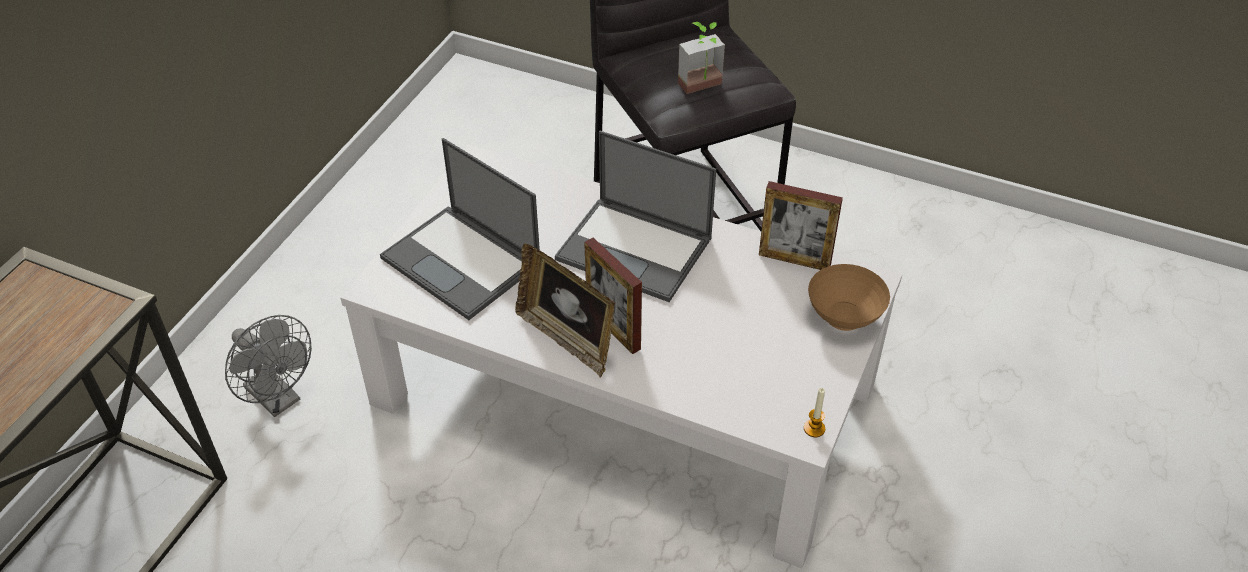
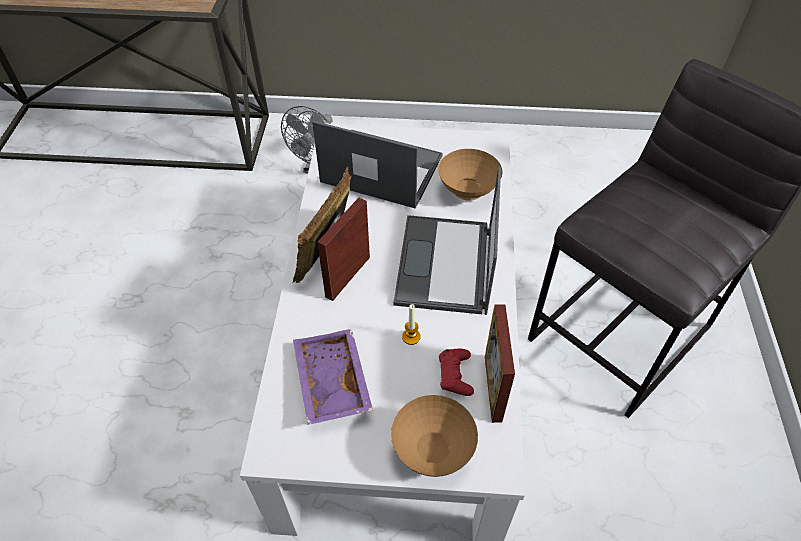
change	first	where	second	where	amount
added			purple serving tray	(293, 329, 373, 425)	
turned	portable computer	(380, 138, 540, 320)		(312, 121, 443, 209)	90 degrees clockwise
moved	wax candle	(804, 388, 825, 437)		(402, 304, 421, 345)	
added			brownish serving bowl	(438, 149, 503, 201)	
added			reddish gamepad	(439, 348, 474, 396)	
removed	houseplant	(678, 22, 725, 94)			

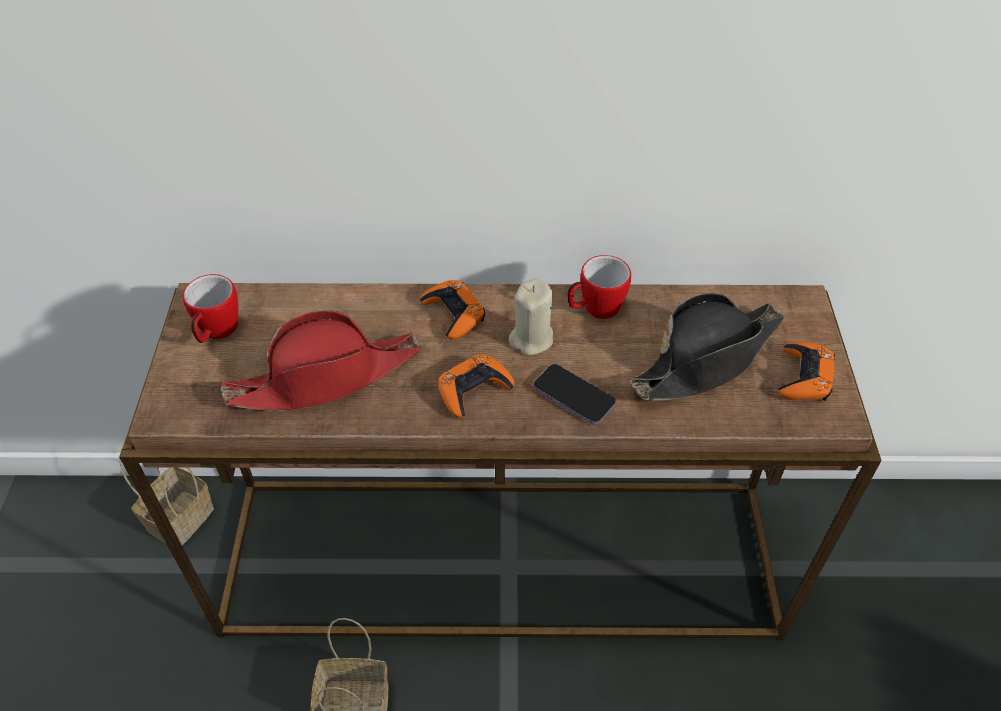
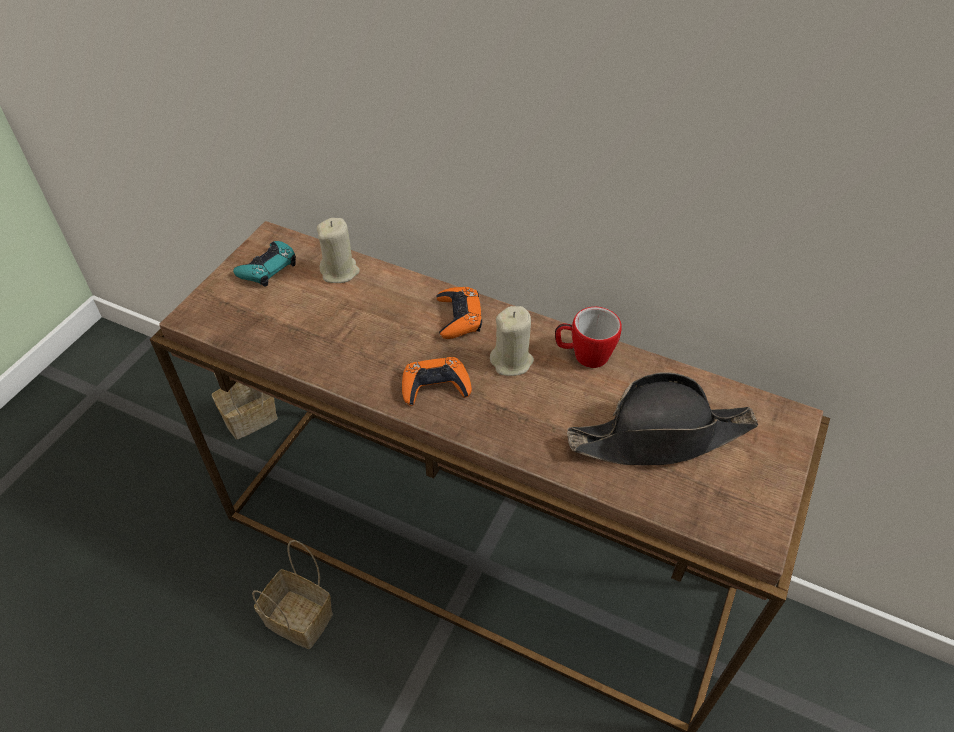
change	first	where	second	where	amount
replaced	tea mug	(183, 274, 238, 343)	turquoise-coloured gamepad	(233, 241, 296, 287)	
added			beige-coloured wax candle	(317, 218, 360, 283)	
removed	reddish wearable hat	(220, 310, 421, 411)			
removed	phone	(533, 364, 616, 425)			
removed	orange-coloured gamepad	(779, 342, 835, 401)			

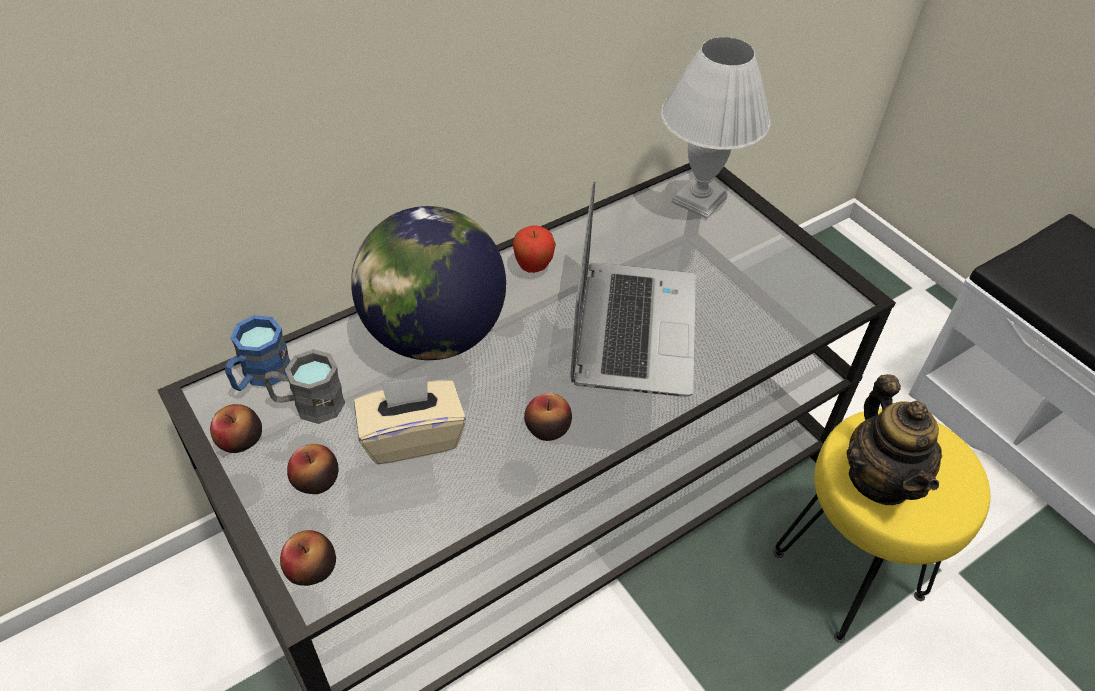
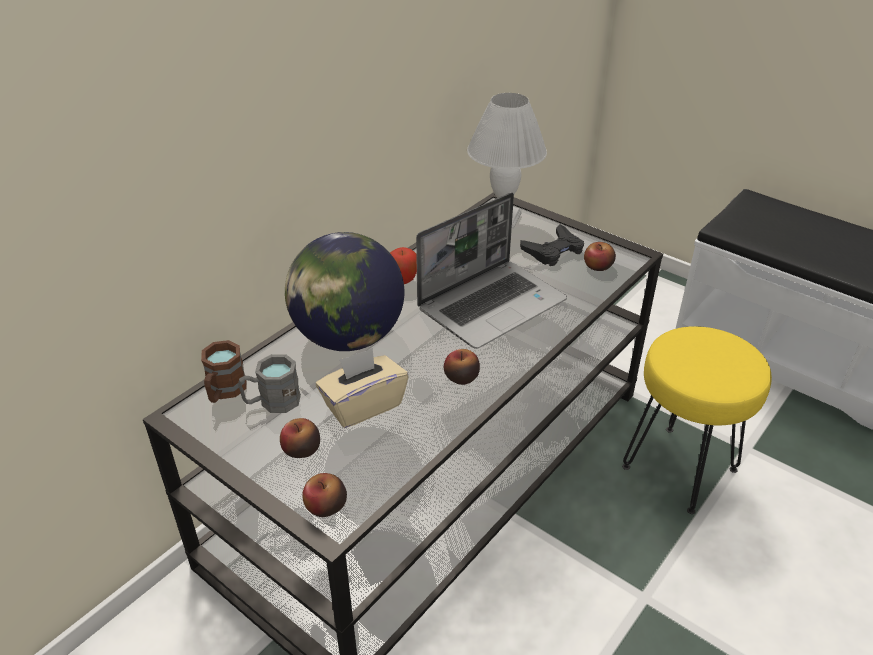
change	first	where	second	where	amount
recoloured	blue tea mug	(225, 315, 290, 391)	brownish tea mug	(201, 340, 247, 403)	
turned	portable computer	(570, 182, 696, 397)		(416, 192, 567, 349)	60 degrees clockwise
added			black-coloured gamepad	(520, 224, 584, 266)	
moved	whole apple	(210, 404, 262, 453)		(584, 242, 616, 271)	
removed	teapot	(847, 374, 942, 505)			

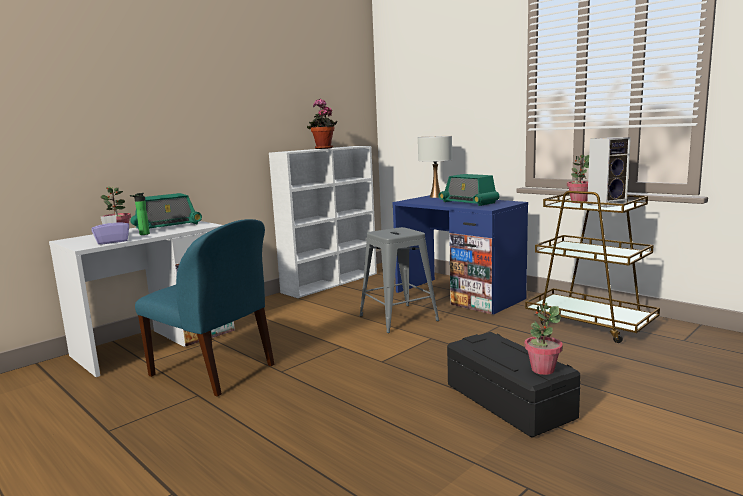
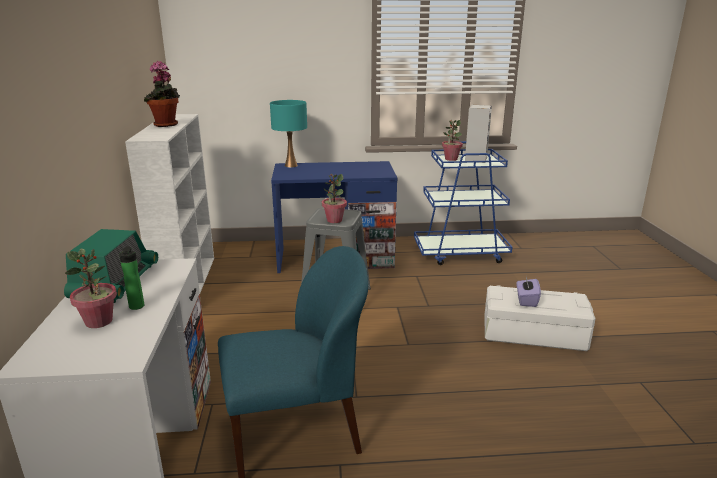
change	first	where	second	where	amount
recoloured	white lamp for a table	(418, 136, 452, 198)	turquoise-coloured lamp for a table	(270, 100, 307, 167)	
moved	houseplant	(525, 303, 563, 375)		(322, 174, 347, 223)	
recoloured	brownish wheeled cart	(525, 191, 660, 343)	blue wheeled cart	(414, 141, 512, 265)	
recoloured	black-coloured storage box	(447, 332, 580, 438)	white storage box	(484, 285, 596, 351)	
moved	purple tissue holder	(91, 215, 129, 245)		(516, 277, 541, 307)	
removed	radio	(438, 174, 499, 206)			

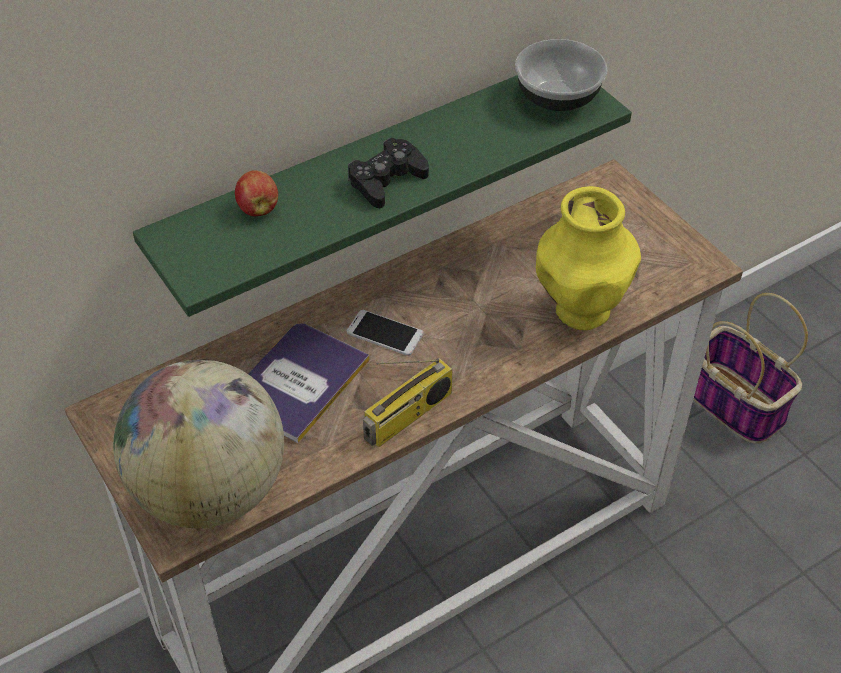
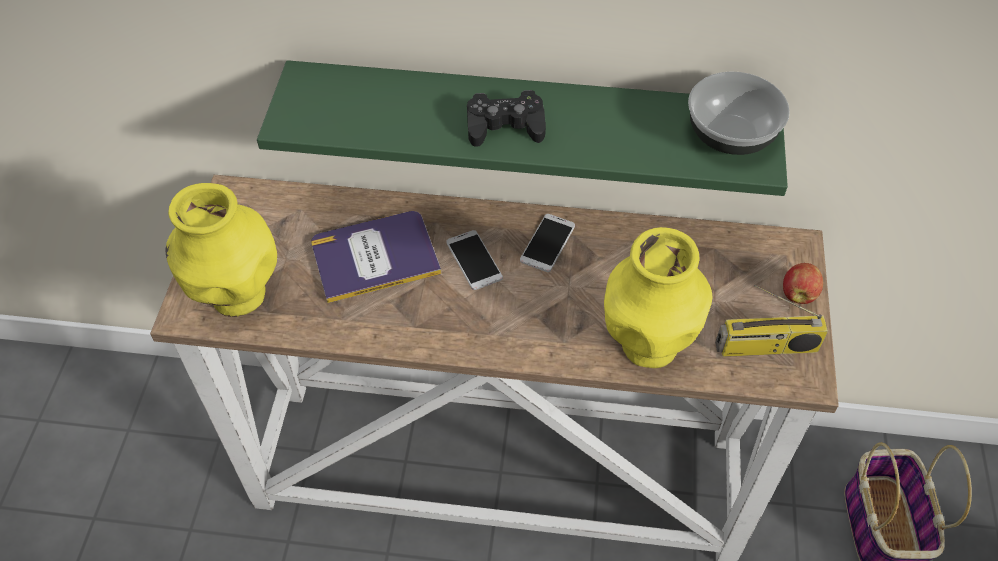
change	first	where	second	where	amount
replaced	globe	(113, 359, 284, 528)	yellowish decorative vase	(166, 183, 277, 317)	
added			phone	(520, 214, 575, 272)	
moved	radio	(363, 358, 452, 447)		(715, 285, 828, 357)	
moved	whole apple	(235, 170, 278, 216)		(783, 263, 823, 304)	

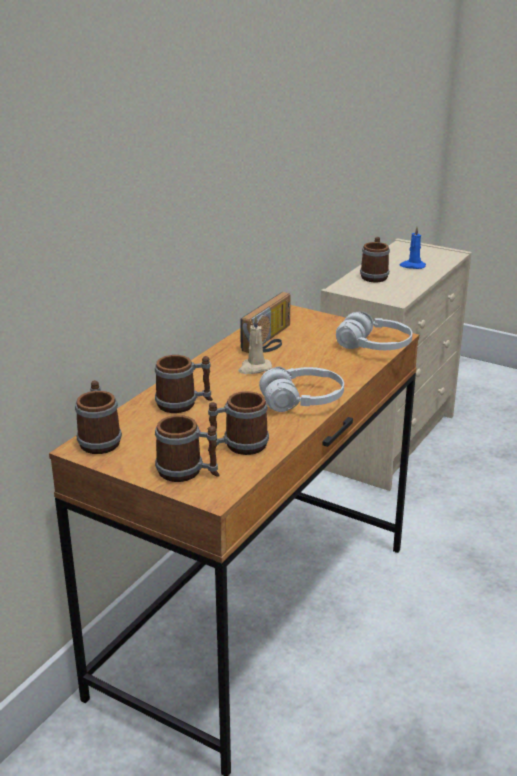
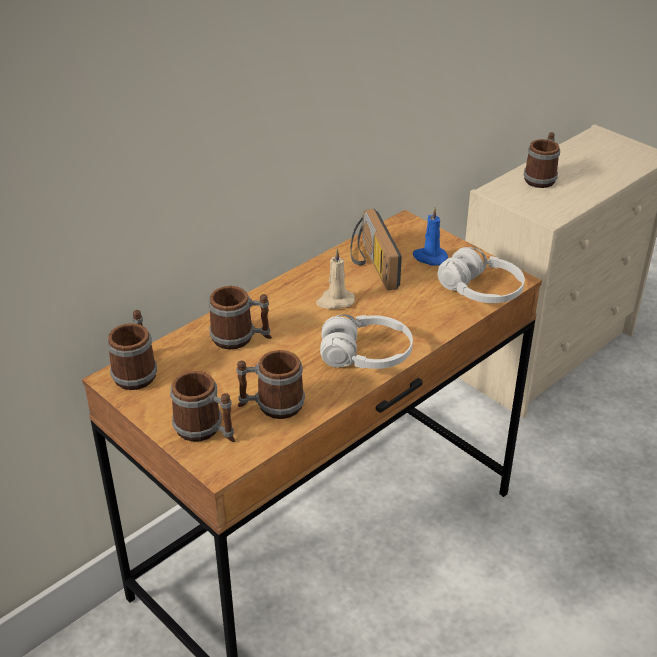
change	first	where	second	where	amount
turned	radio	(240, 292, 291, 353)		(351, 209, 402, 290)	120 degrees clockwise
moved	blue wax candle	(400, 227, 426, 269)		(413, 207, 448, 266)	

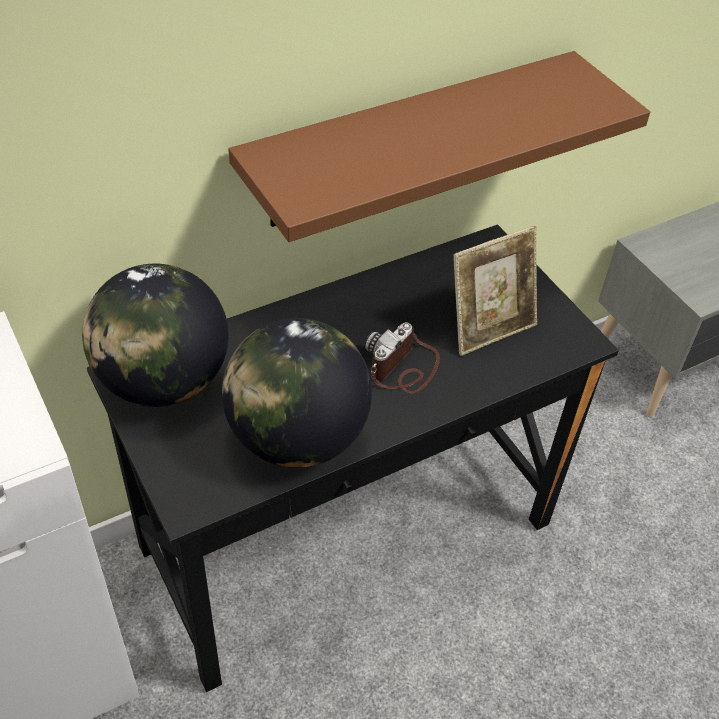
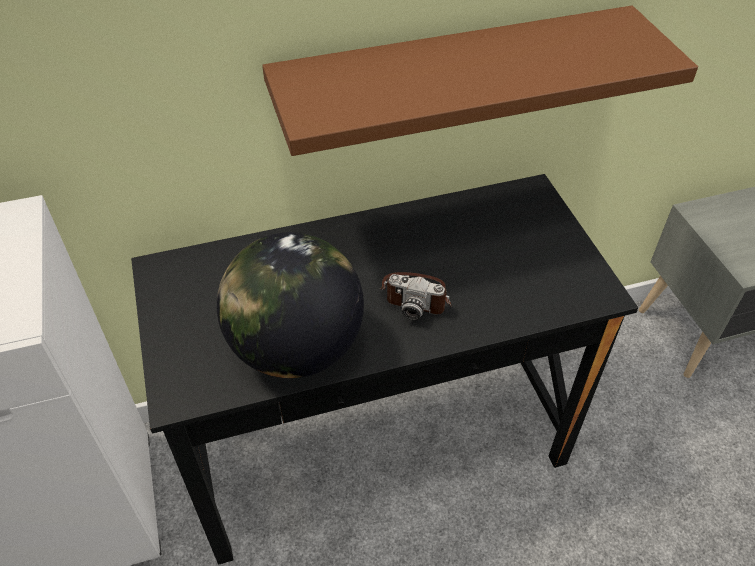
change	first	where	second	where	amount
turned	photo camera	(364, 322, 440, 393)		(380, 272, 452, 320)	120 degrees counterclockwise
removed	globe	(82, 263, 229, 407)			
removed	picture frame	(453, 226, 537, 356)			

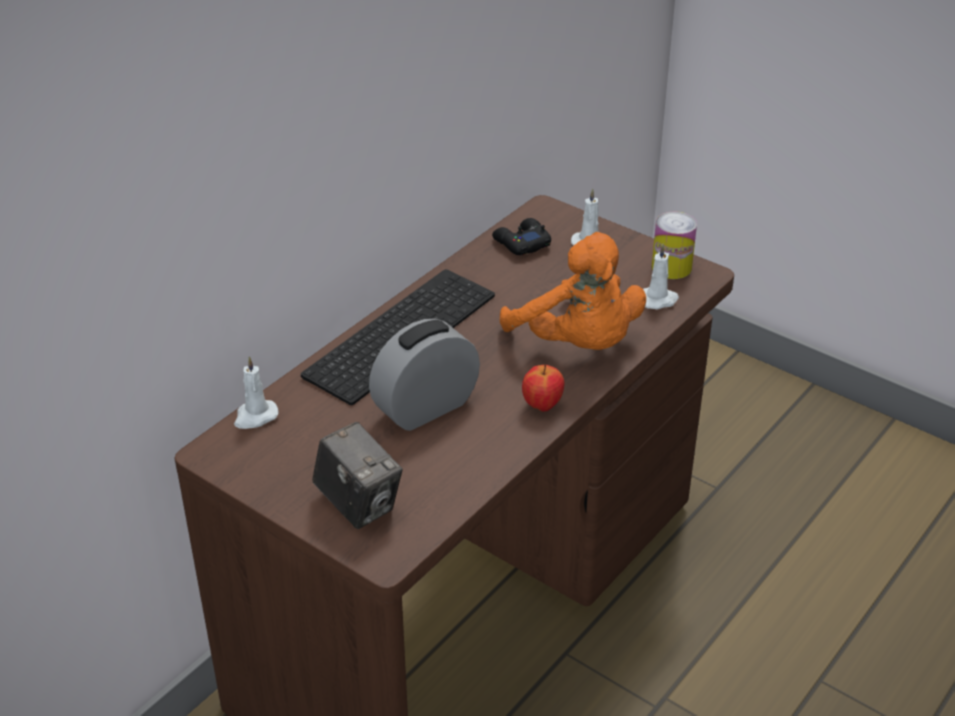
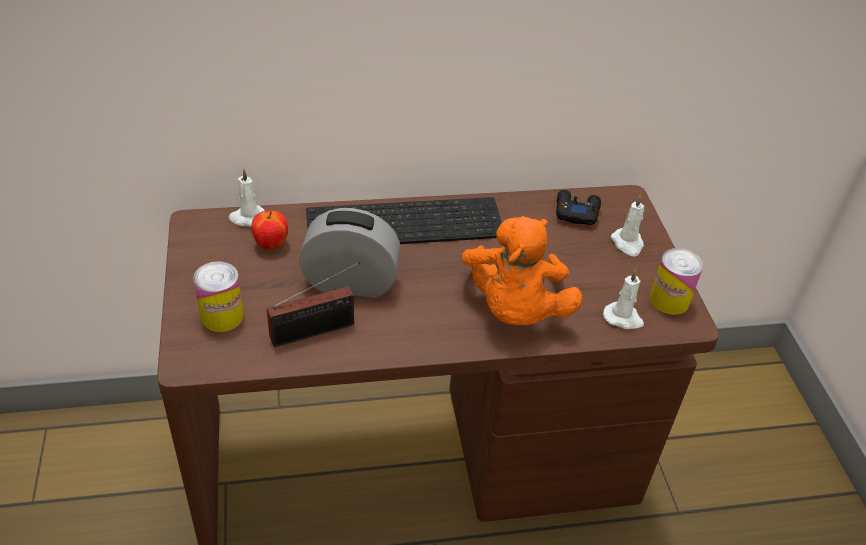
change	first	where	second	where	amount
replaced	photo camera	(312, 422, 403, 529)	can	(193, 261, 244, 332)	
moved	whole apple	(522, 365, 564, 412)		(251, 210, 288, 249)	
added			radio	(267, 262, 360, 347)	

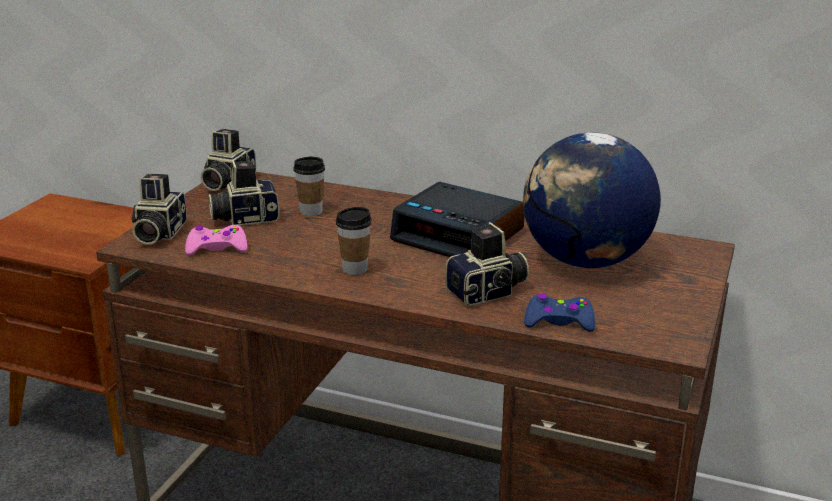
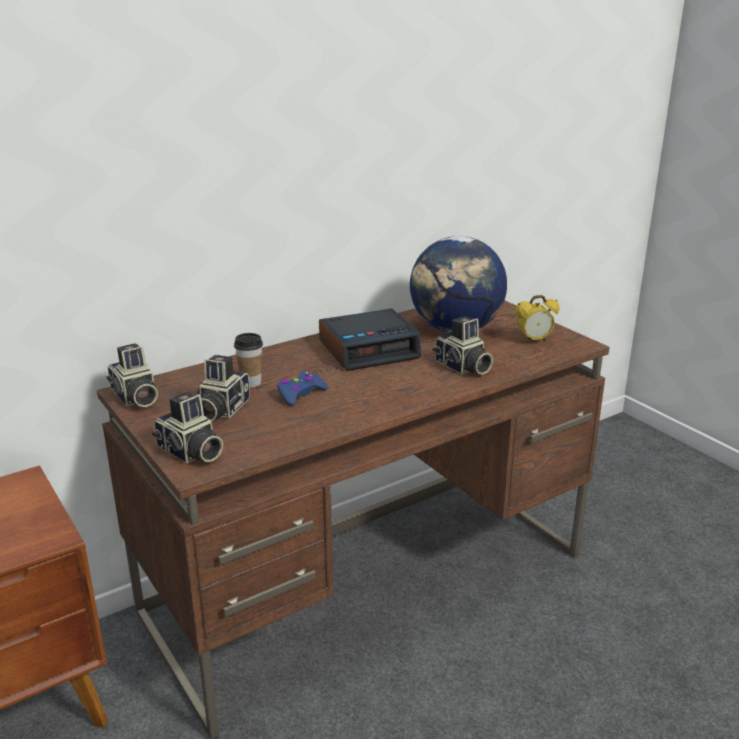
change	first	where	second	where	amount
moved	blue gamepad	(524, 293, 595, 332)		(277, 371, 328, 406)	
turned	photo camera	(445, 222, 529, 306)		(433, 316, 493, 375)	135 degrees clockwise
added			alarm clock	(515, 295, 559, 343)	
removed	pink-coloured gamepad	(185, 225, 247, 256)			
removed	drinking cup	(336, 207, 372, 275)			

